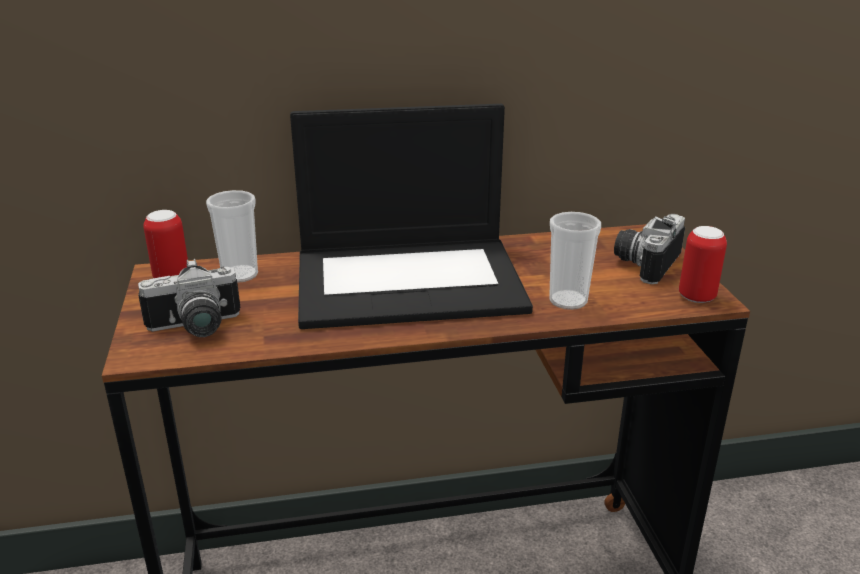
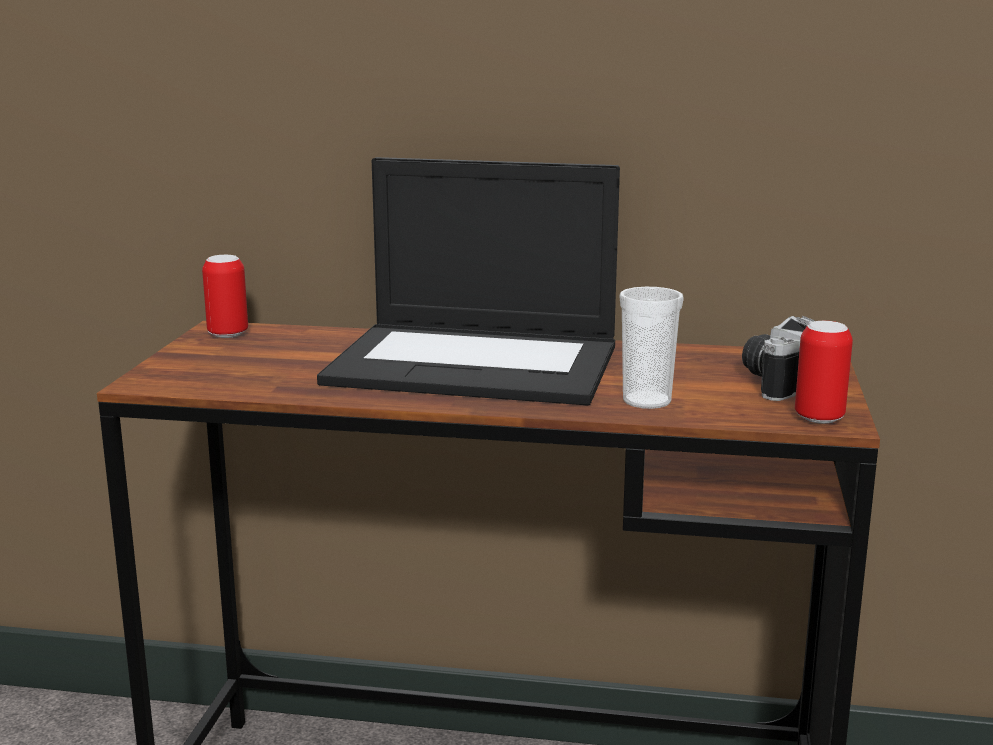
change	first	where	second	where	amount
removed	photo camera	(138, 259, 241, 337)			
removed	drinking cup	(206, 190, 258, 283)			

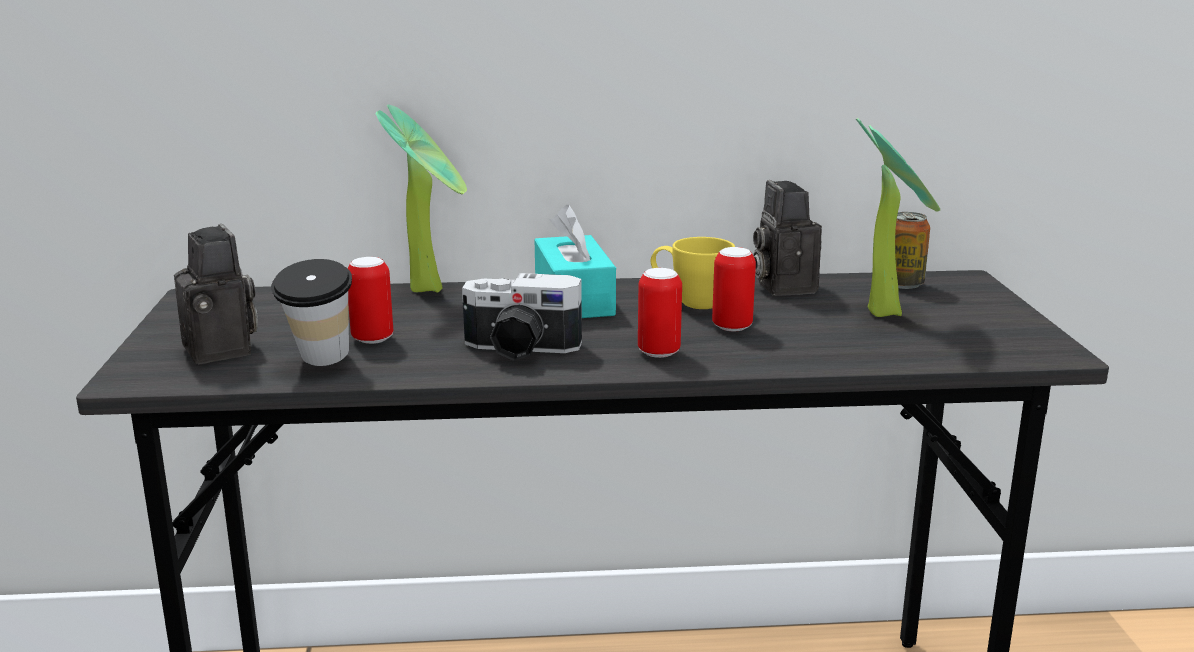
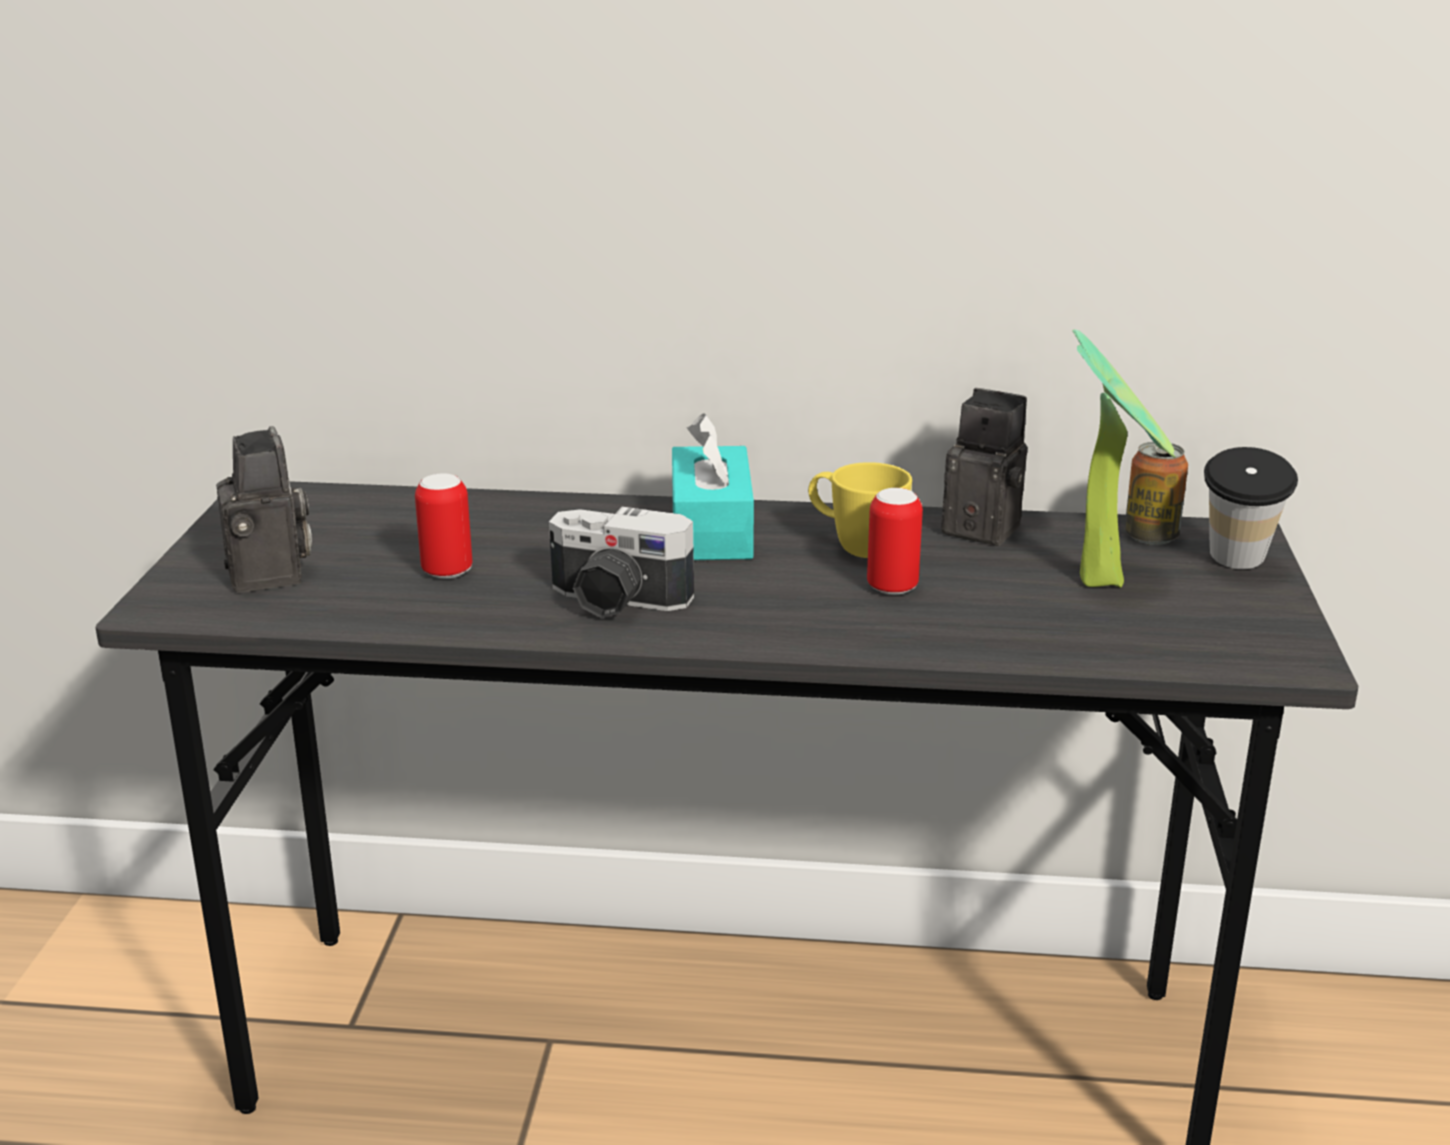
change	first	where	second	where	amount
turned	photo camera	(753, 180, 822, 296)		(941, 388, 1027, 546)	120 degrees clockwise
moved	drinking cup	(271, 259, 352, 366)		(1204, 447, 1298, 569)	
removed	houseplant	(376, 104, 467, 293)			
removed	can	(638, 268, 682, 358)			

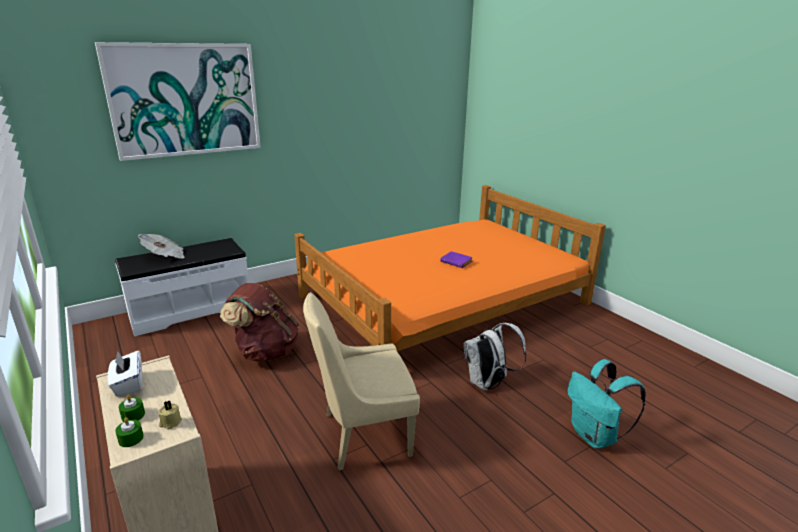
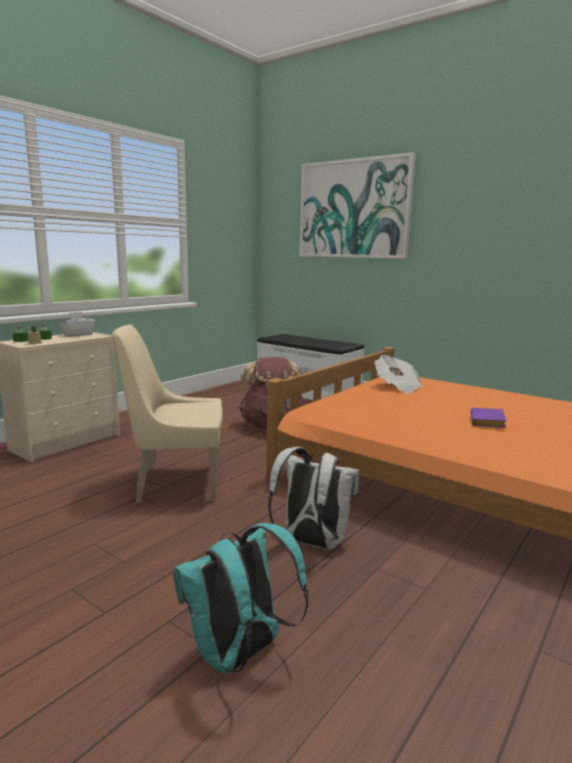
change	first	where	second	where	amount
turned	beige-coloured chair	(303, 292, 420, 471)		(112, 324, 223, 503)	60 degrees counterclockwise
moved	daily paper	(138, 234, 184, 259)		(374, 355, 423, 393)	

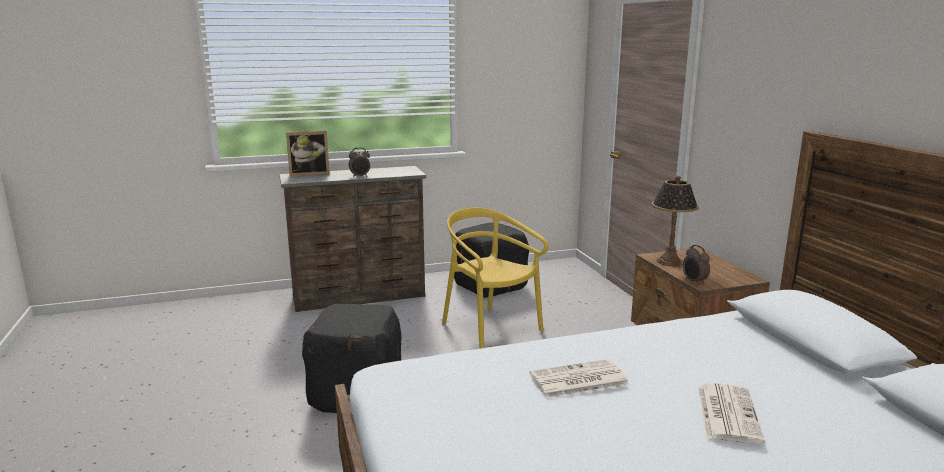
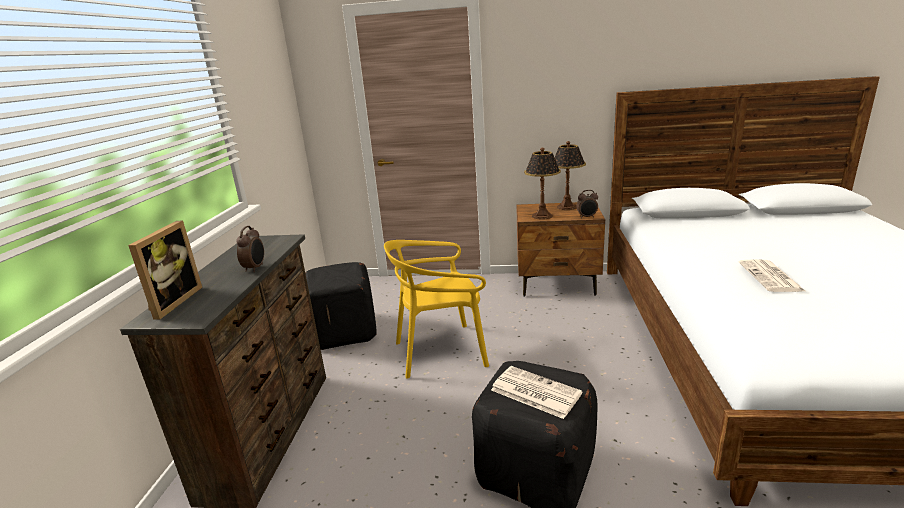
change	first	where	second	where	amount
moved	daily paper	(698, 383, 765, 444)		(491, 366, 582, 419)	
added			lamp for a table	(554, 141, 586, 210)	

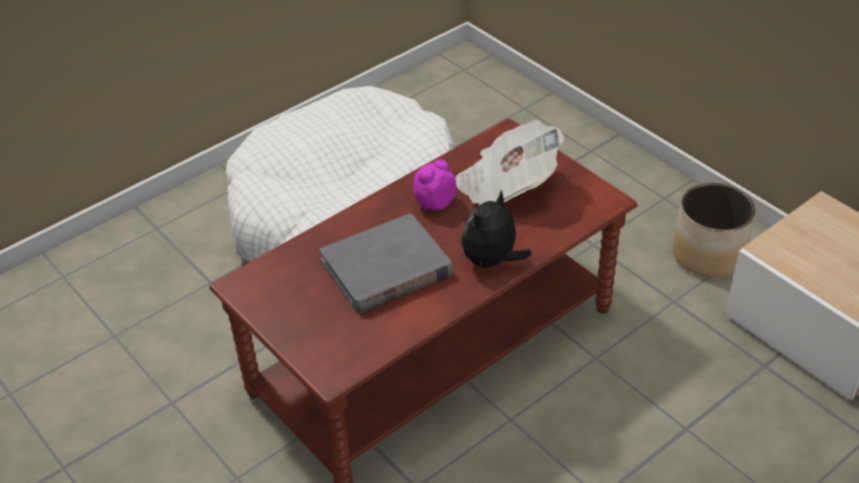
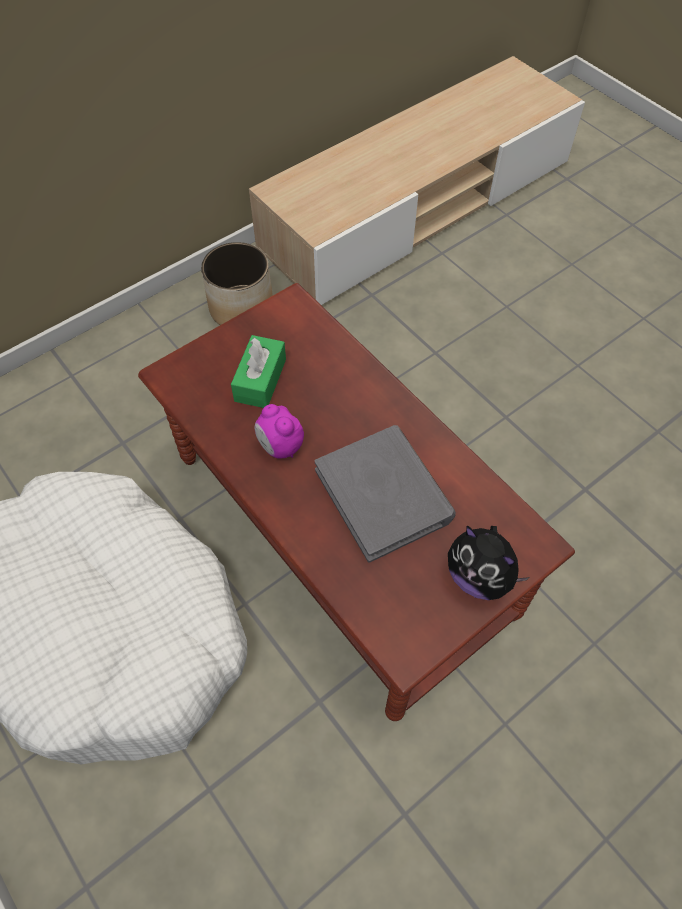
change	first	where	second	where	amount
replaced	daily paper	(455, 120, 565, 206)	green-coloured tissue holder	(231, 335, 286, 408)	
moved	plush toy	(462, 190, 531, 271)		(448, 526, 530, 600)	

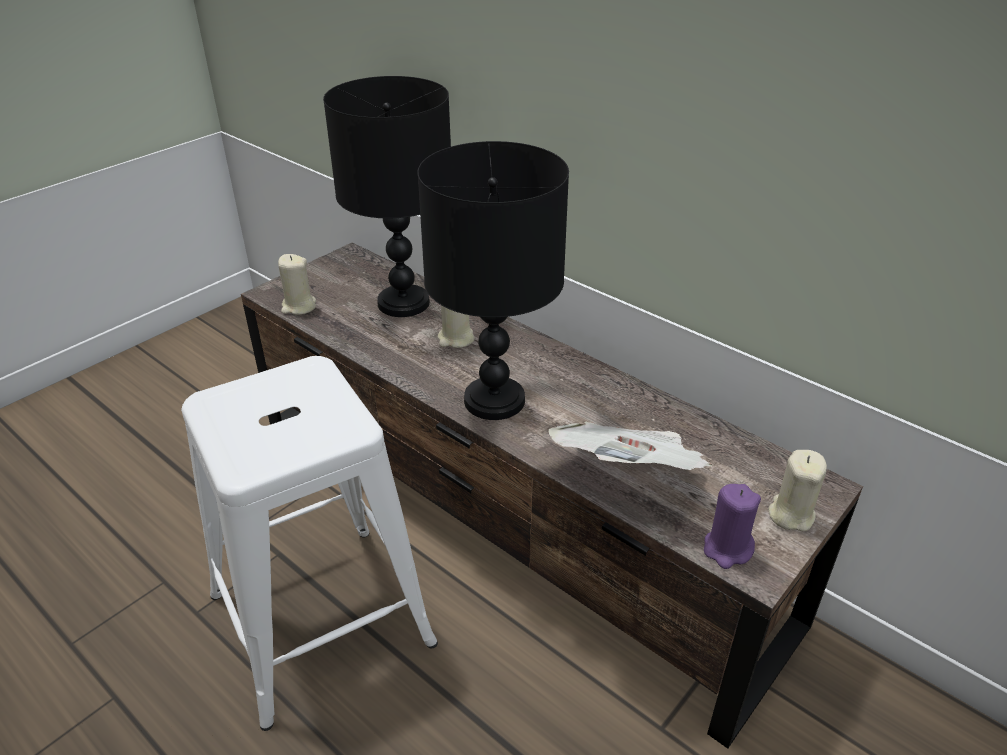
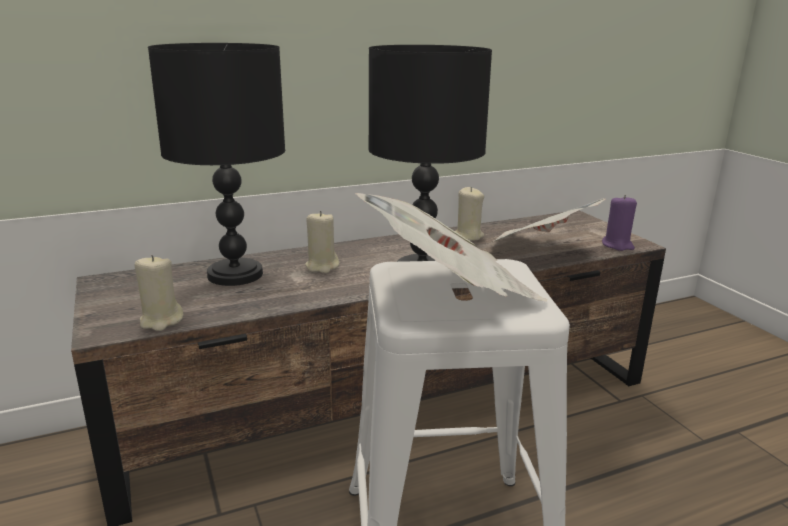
change	first	where	second	where	amount
added			daily paper	(355, 193, 547, 301)	
moved	beige-coloured wax candle	(768, 450, 827, 531)		(455, 187, 484, 241)	

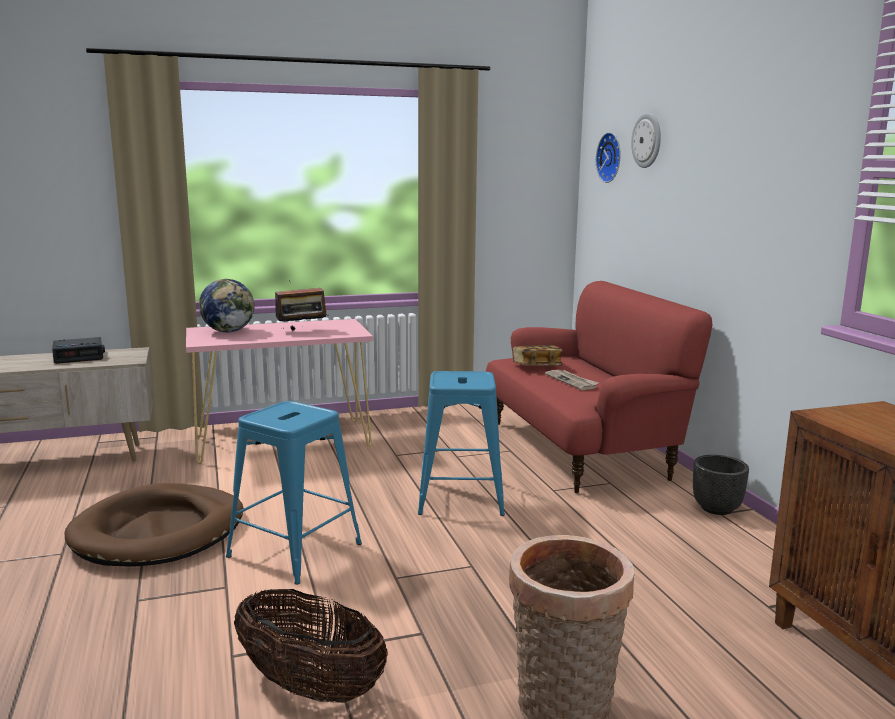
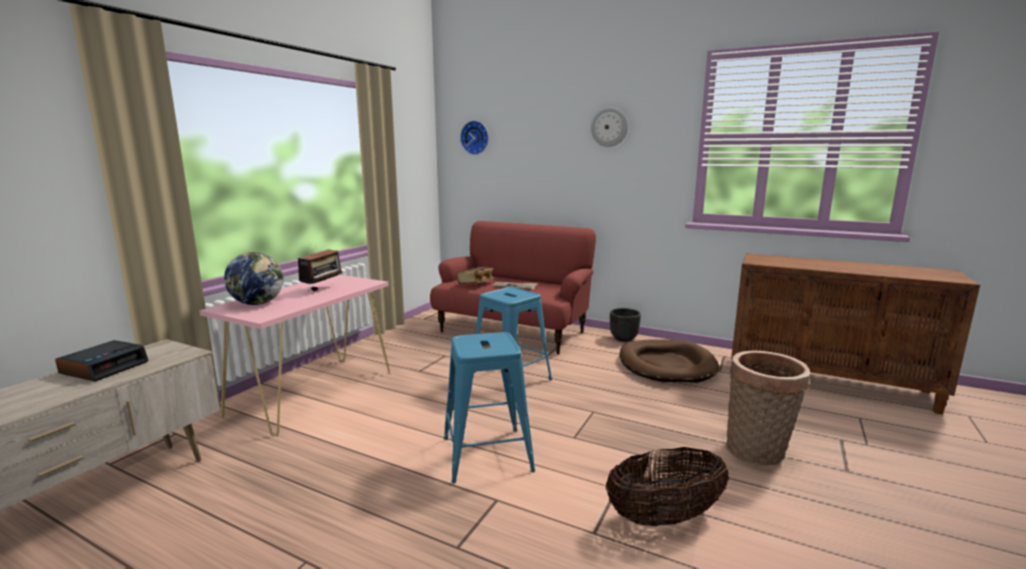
change	first	where	second	where	amount
moved	wall clock	(631, 113, 661, 168)		(591, 108, 628, 147)	
moved	brownish dog bed	(64, 483, 243, 567)		(619, 339, 719, 383)	

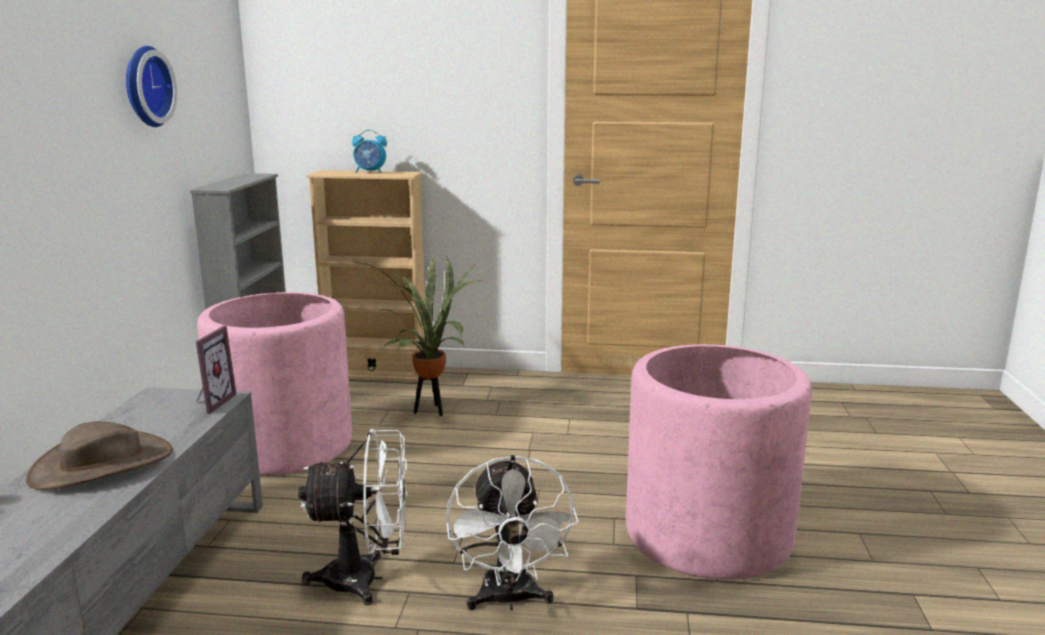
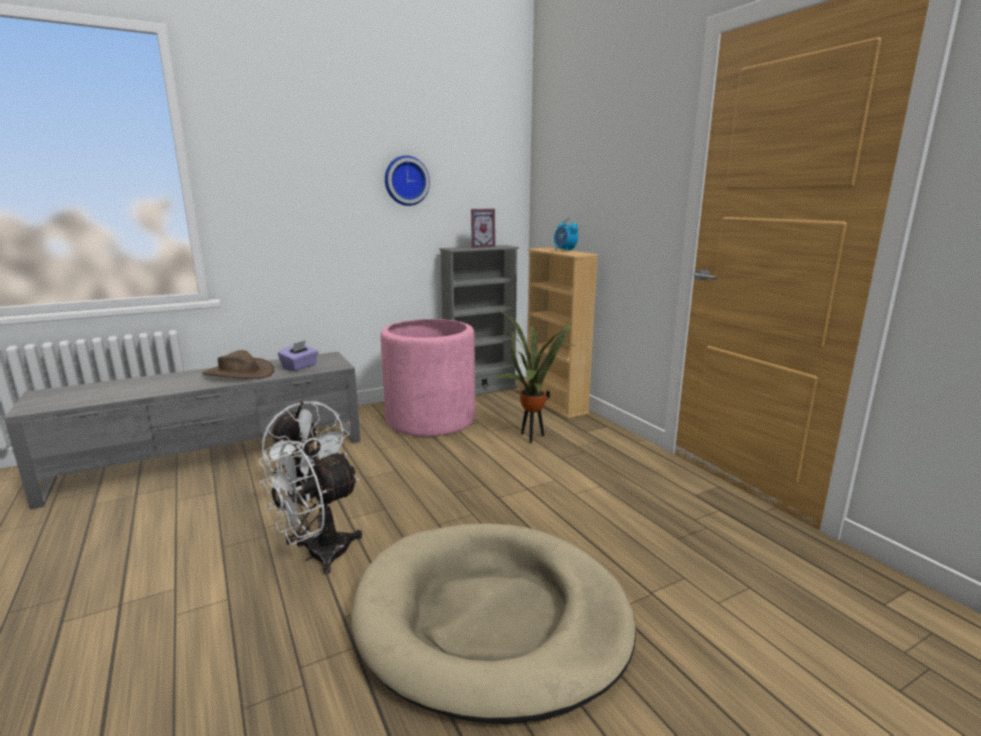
change	first	where	second	where	amount
added			purple tissue holder	(278, 340, 319, 371)	
replaced	pink-coloured planter	(626, 344, 812, 580)	beige-coloured dog bed	(351, 523, 636, 724)	
moved	picture frame	(196, 326, 237, 414)		(471, 209, 495, 248)	

